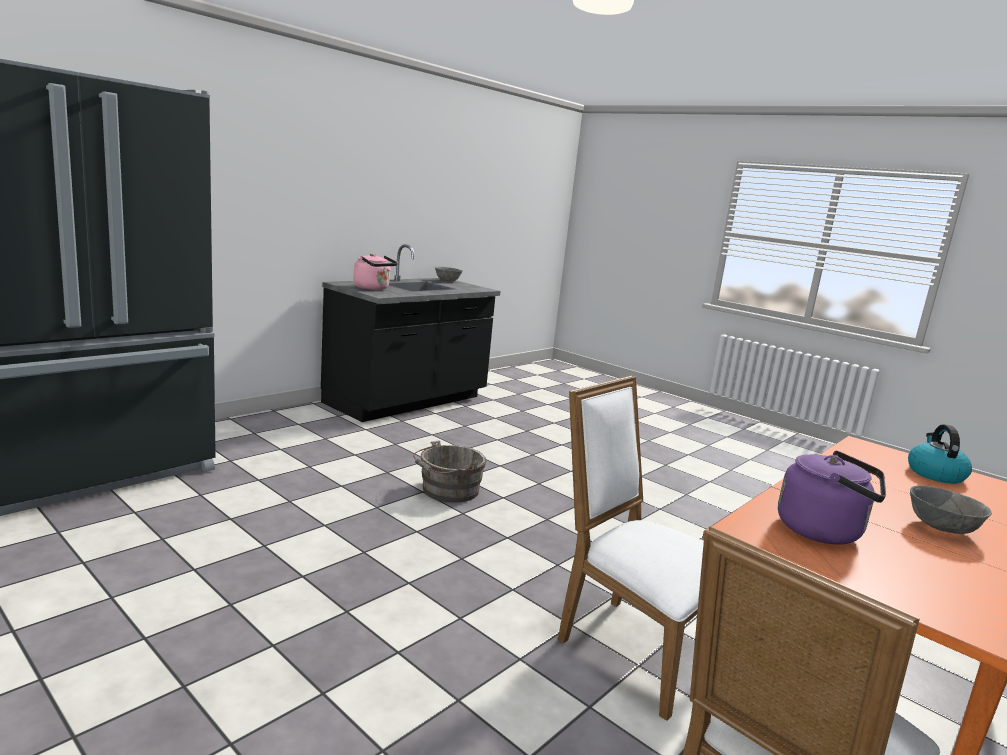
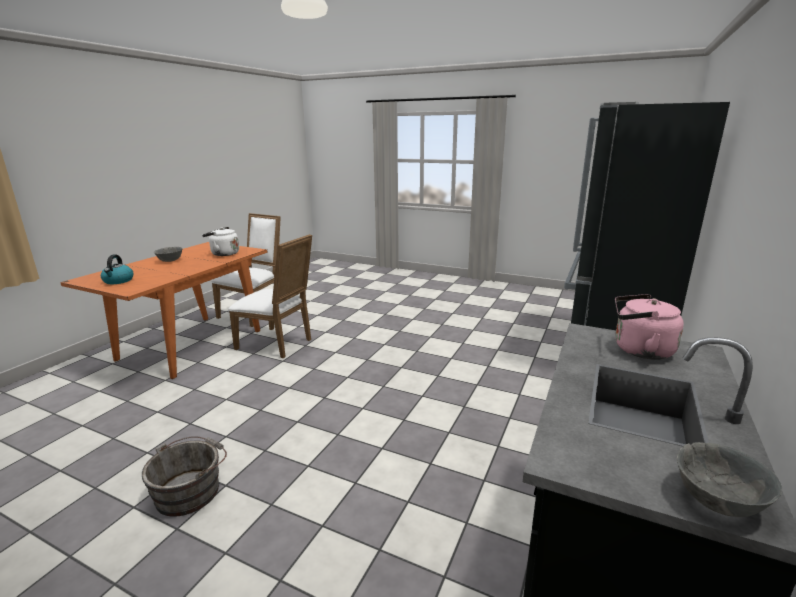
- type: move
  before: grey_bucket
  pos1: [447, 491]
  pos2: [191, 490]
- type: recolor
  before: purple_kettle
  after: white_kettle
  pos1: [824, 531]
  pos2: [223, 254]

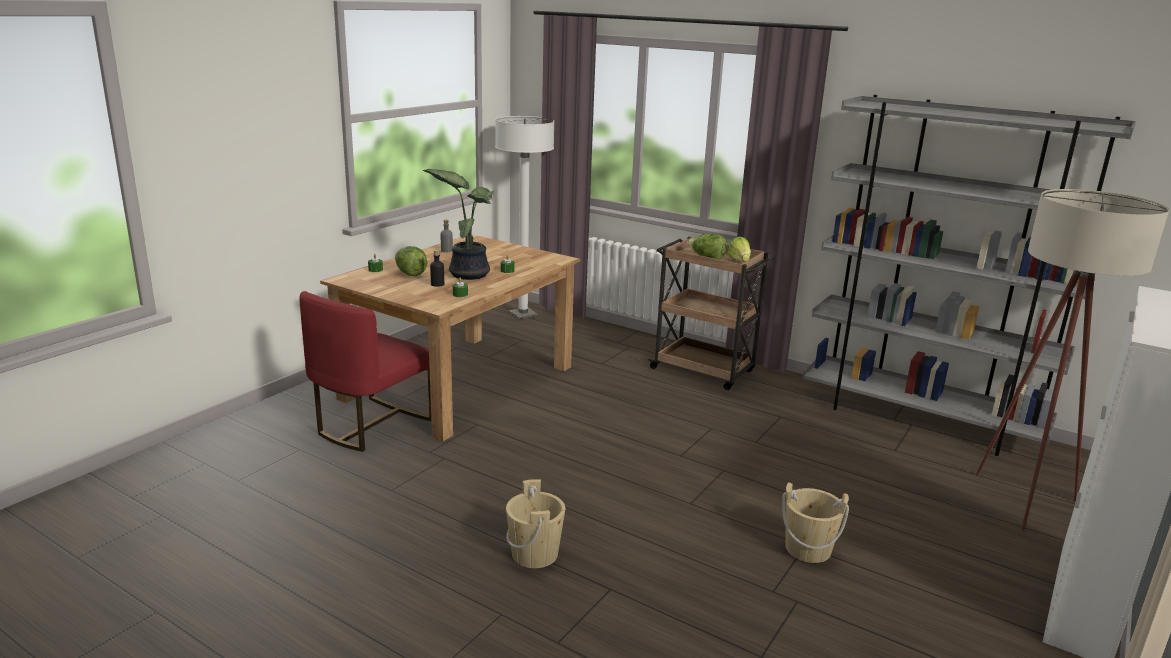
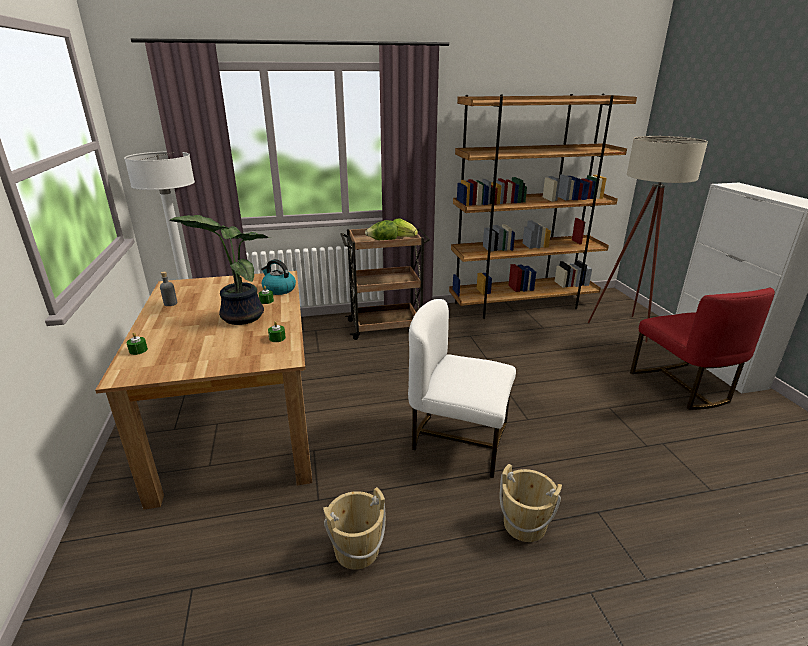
- type: recolor
  before: grey_bookcase
  after: brown_bookcase
  pos1: [920, 419]
  pos2: [522, 305]
- type: delete
  before: lettuce
  pos1: [410, 273]
- type: delete
  before: black_bottle
  pos1: [437, 284]
- type: move
  before: red_chair
  pos1: [371, 425]
  pos2: [682, 386]
- type: move
  before: beige_bucket
  pos1: [808, 549]
  pos2: [357, 550]
- type: insert
  after: kettle
  pos2: [278, 289]
- type: insert
  after: white_chair
  pos2: [459, 440]

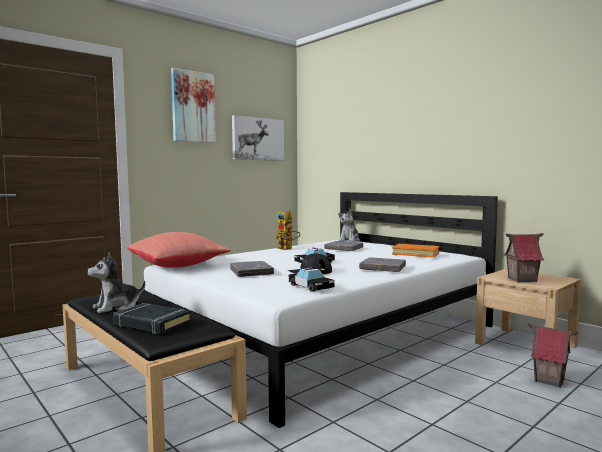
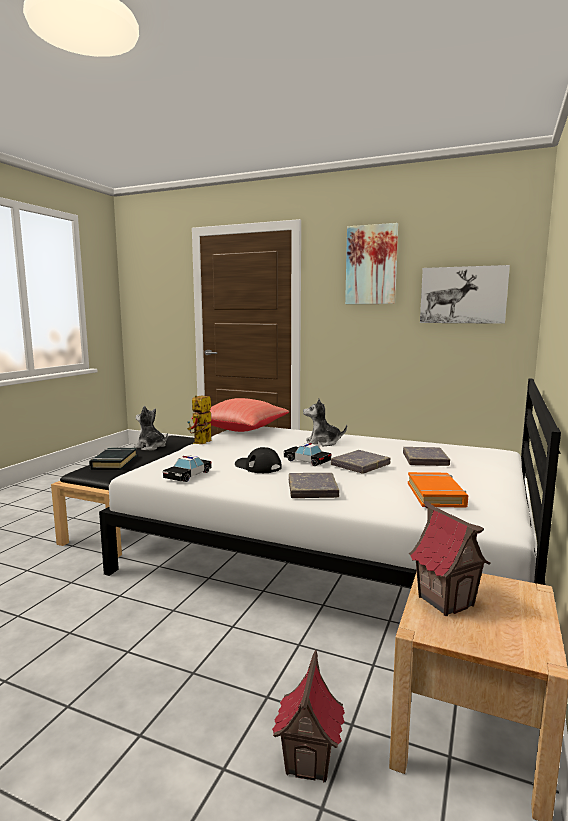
- type: move
  before: plush_toy
  pos1: [349, 241]
  pos2: [322, 443]
- type: move
  before: toy_robot
  pos1: [288, 249]
  pos2: [201, 443]
- type: move
  before: grey_book
  pos1: [251, 272]
  pos2: [360, 465]

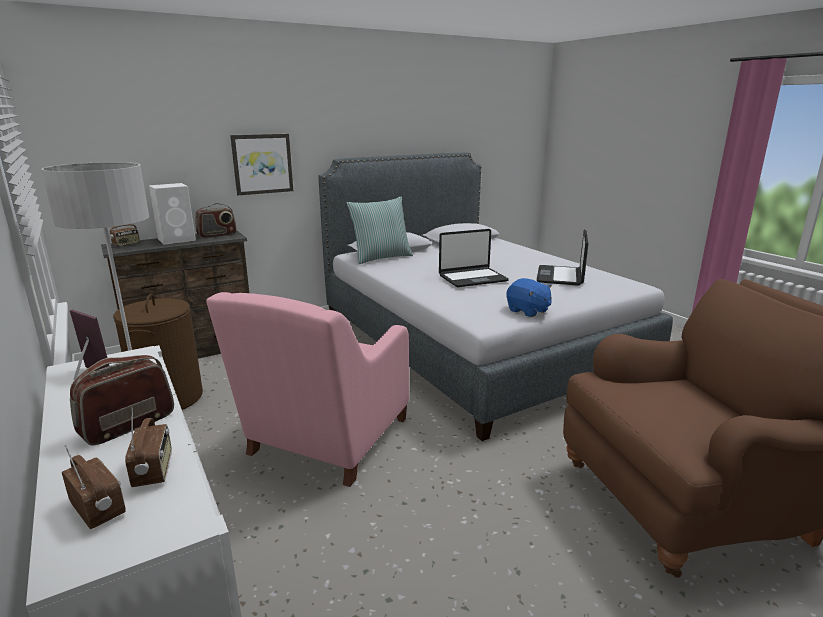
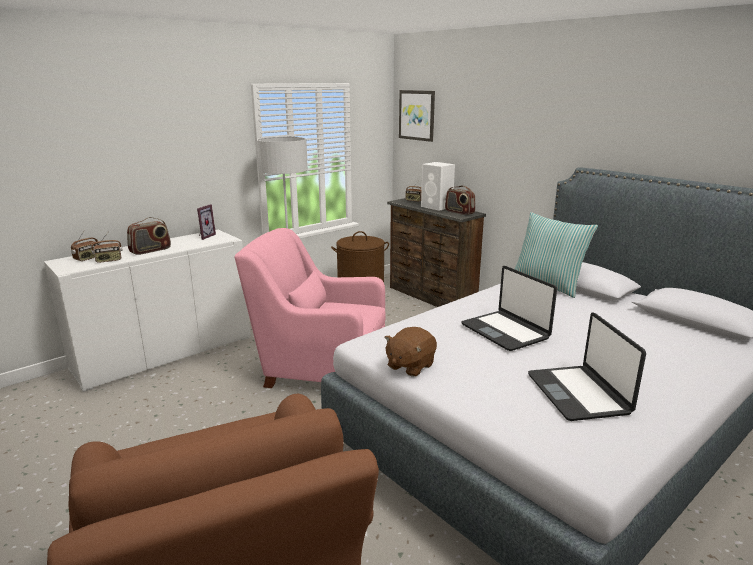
- type: move
  before: picture
  pos1: [262, 164]
  pos2: [417, 115]
- type: rotate
  before: laptop
  pos1: [561, 276]
  pos2: [578, 393]
  turn: -105
- type: recolor
  before: blue_plush_toy
  after: brown_plush_toy
  pos1: [528, 311]
  pos2: [410, 366]
- type: rotate
  before: radio
  pos1: [128, 425]
  pos2: [150, 250]
  turn: 105

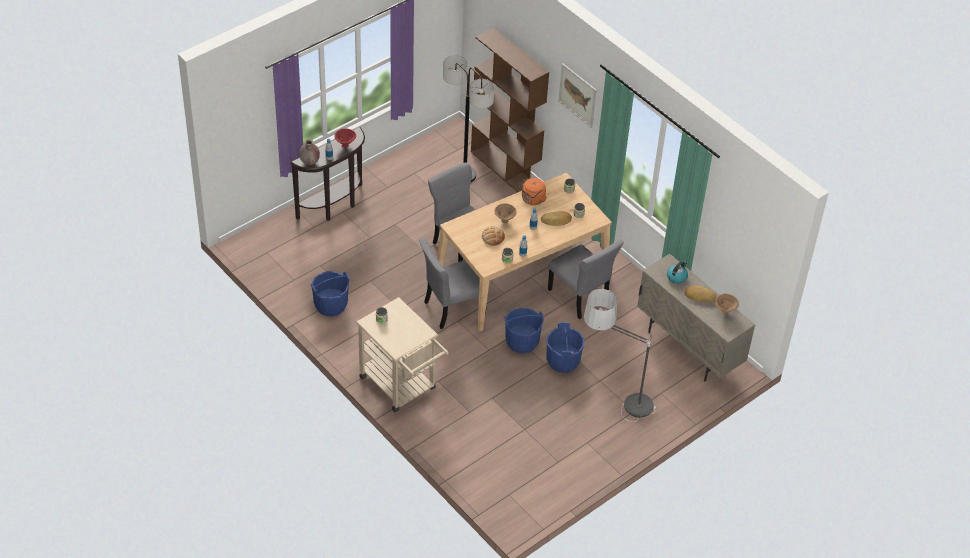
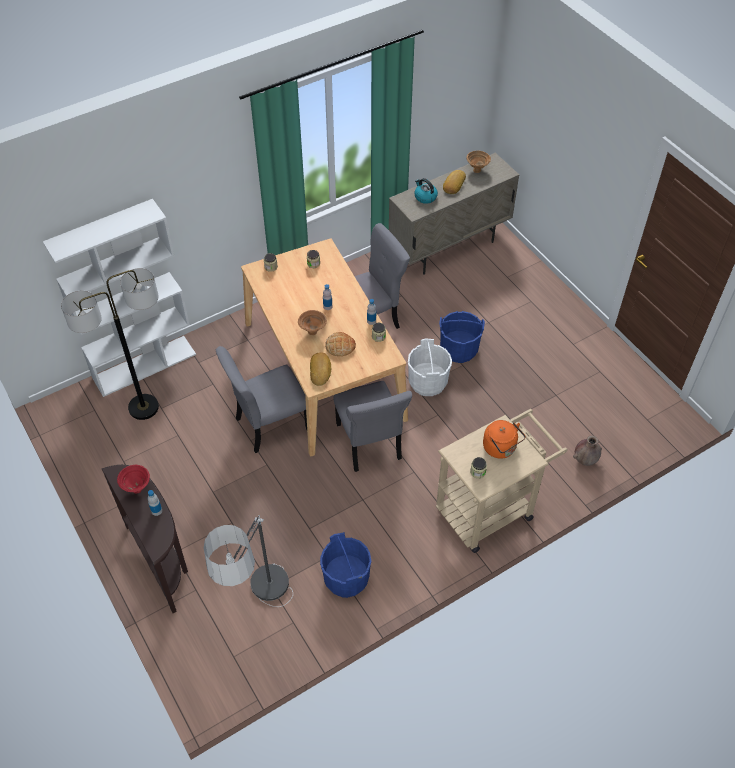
- type: recolor
  before: brown_bookcase
  after: white_bookcase
  pos1: [505, 169]
  pos2: [144, 365]
- type: delete
  before: picture
  pos1: [577, 95]
- type: move
  before: brown_vase
  pos1: [310, 162]
  pos2: [585, 460]
- type: move
  before: orange_kettle
  pos1: [532, 200]
  pos2: [501, 448]
- type: move
  before: bread
  pos1: [556, 220]
  pos2: [320, 370]
- type: move
  before: floor_lamp
  pos1: [614, 405]
  pos2: [261, 612]
- type: recolor
  before: blue_bucket
  after: white_bucket
  pos1: [522, 341]
  pos2: [427, 382]

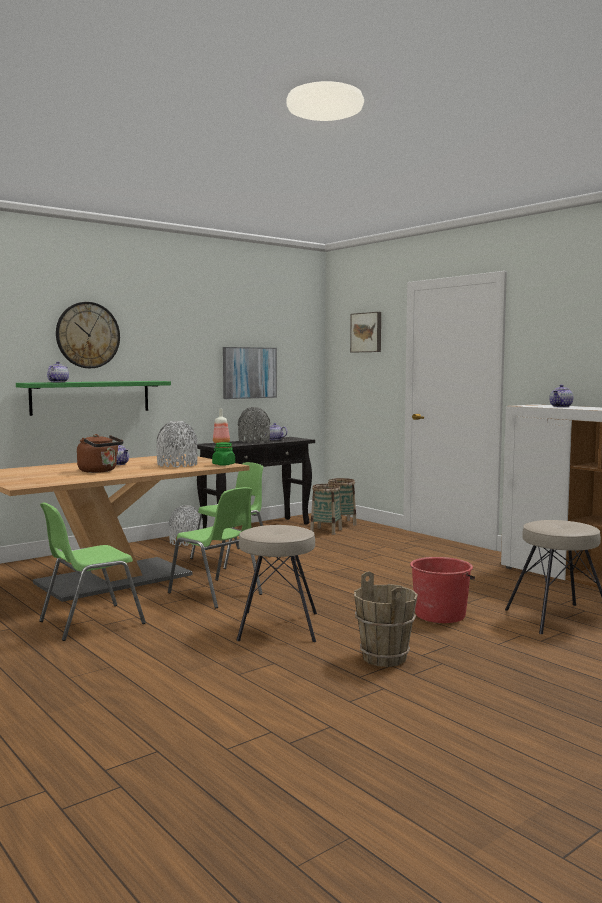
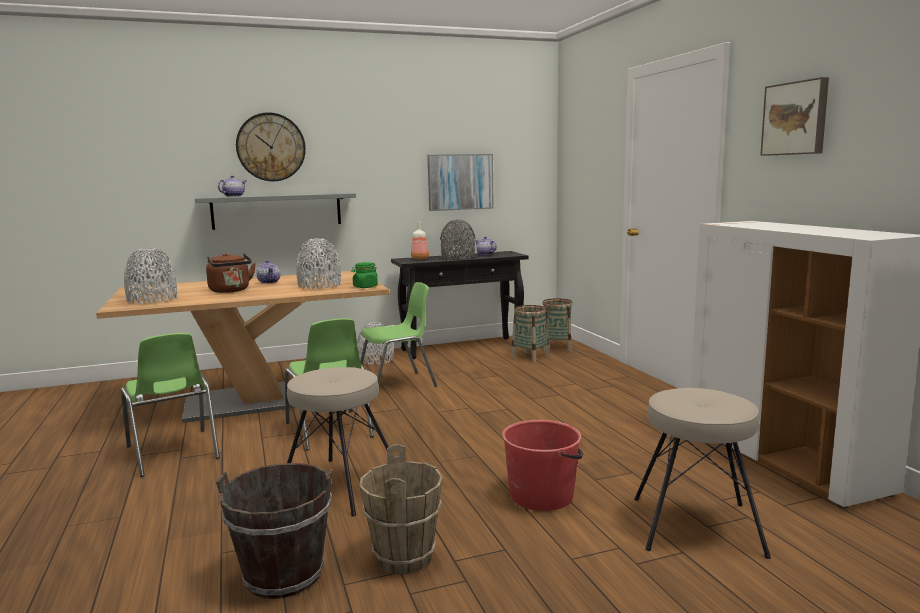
- type: move
  before: picture
  pos1: [367, 332]
  pos2: [796, 118]
- type: recolor
  before: green_shelf
  after: grey_shelf
  pos1: [91, 397]
  pos2: [277, 210]
- type: delete
  before: teapot
  pos1: [561, 406]
- type: rotate
  before: green_chair
  pos1: [89, 622]
  pos2: [173, 453]
  turn: -105
- type: insert
  after: grey_vase
  pos2: [152, 299]
- type: insert
  after: brown_bucket
  pos2: [284, 575]

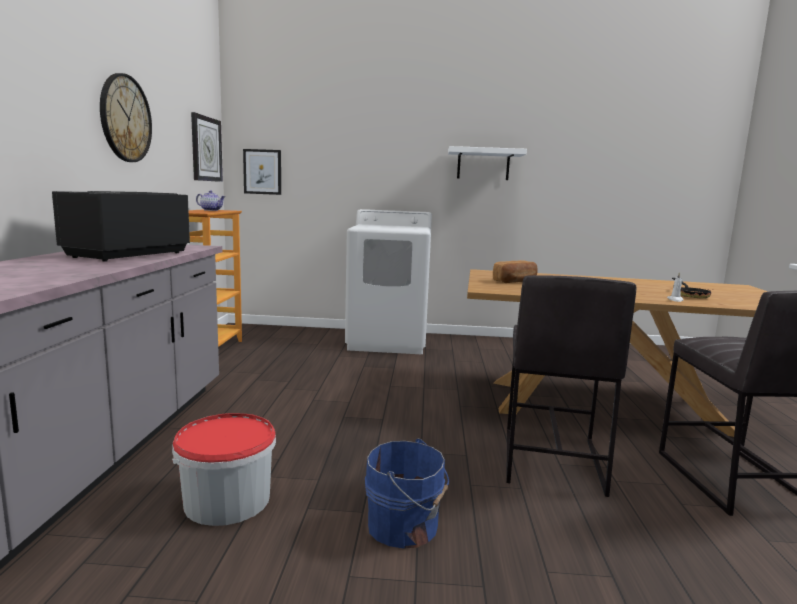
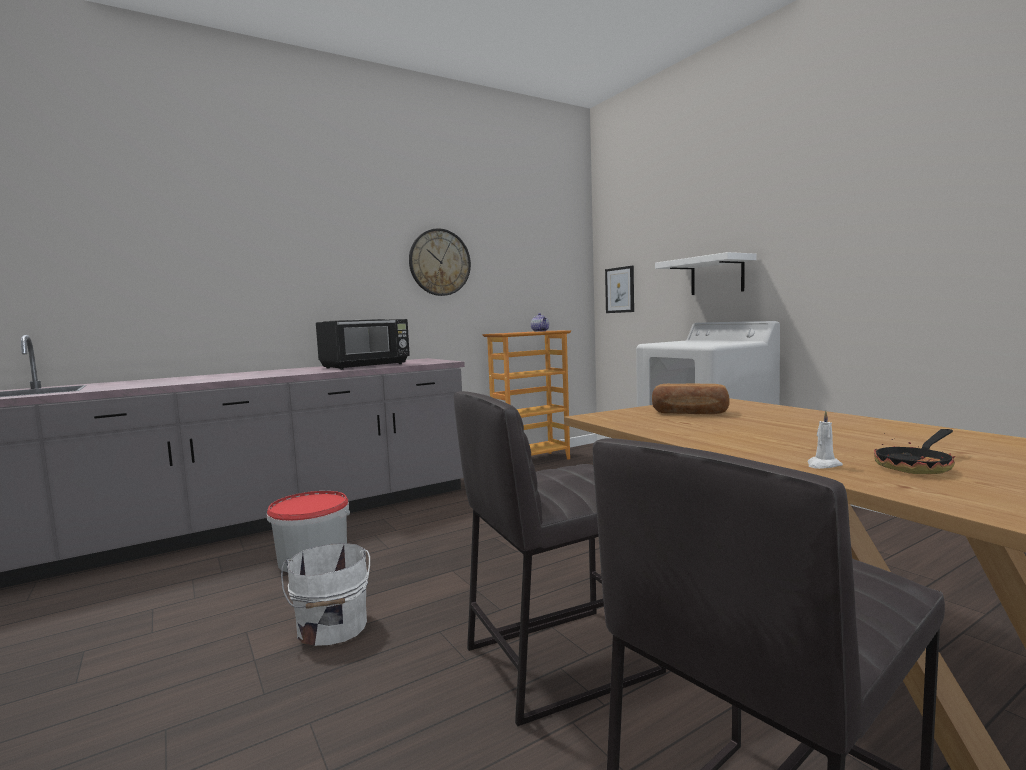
- type: delete
  before: wall_clock
  pos1: [206, 149]
- type: move
  before: white_shelf
  pos1: [483, 164]
  pos2: [717, 276]
- type: rotate
  before: black_microwave
  pos1: [126, 255]
  pos2: [366, 366]
  turn: 150
- type: recolor
  before: blue_bucket
  after: white_bucket
  pos1: [406, 527]
  pos2: [331, 628]

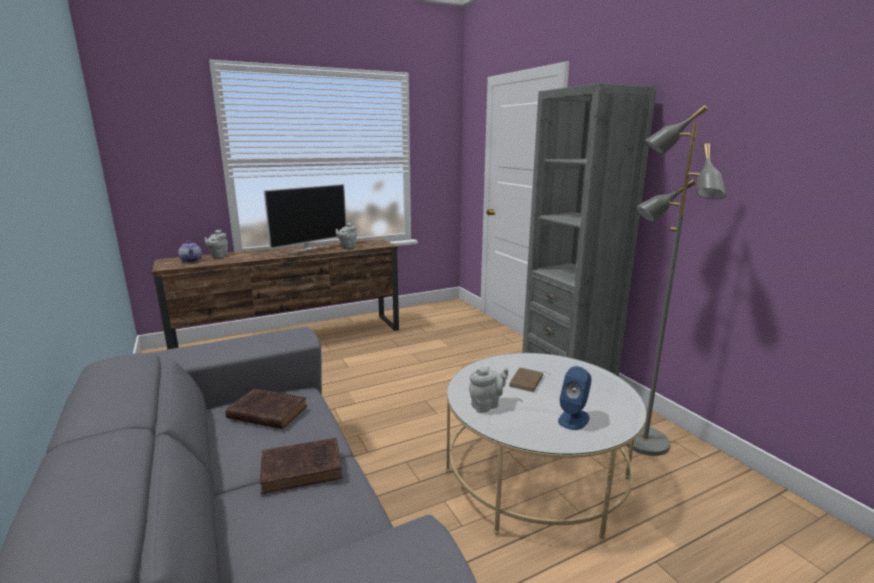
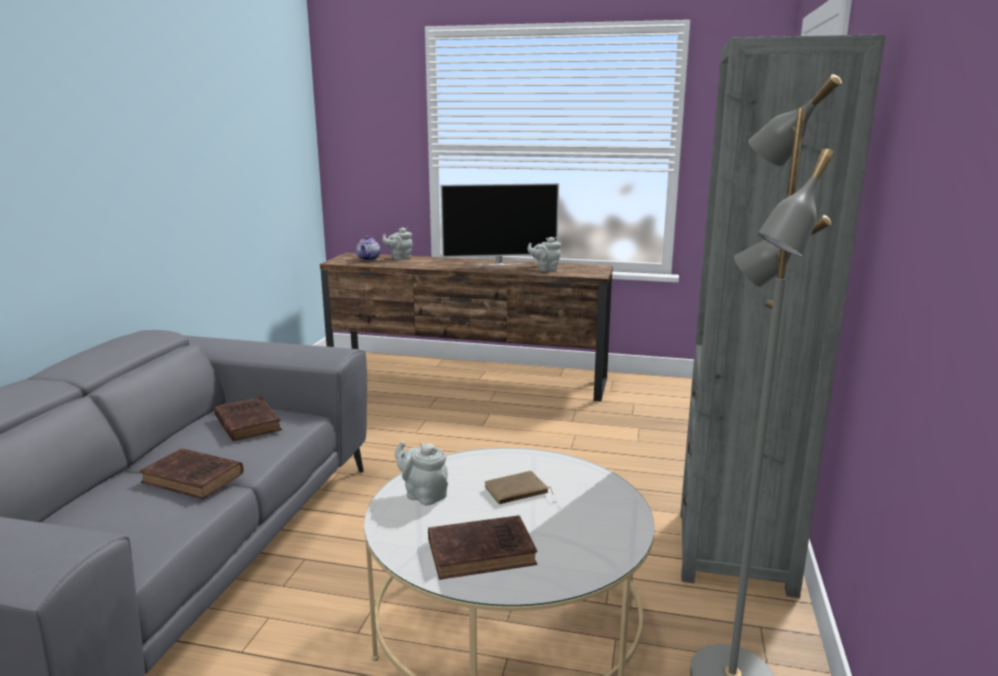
- type: rotate
  before: grey_teapot
  pos1: [487, 405]
  pos2: [423, 495]
  turn: -150
- type: replace
  before: blue_speaker
  after: brown_book
  pos1: [574, 419]
  pos2: [484, 552]

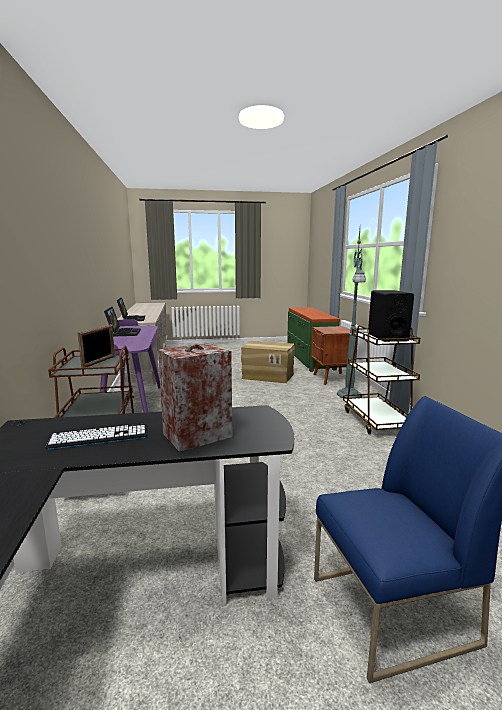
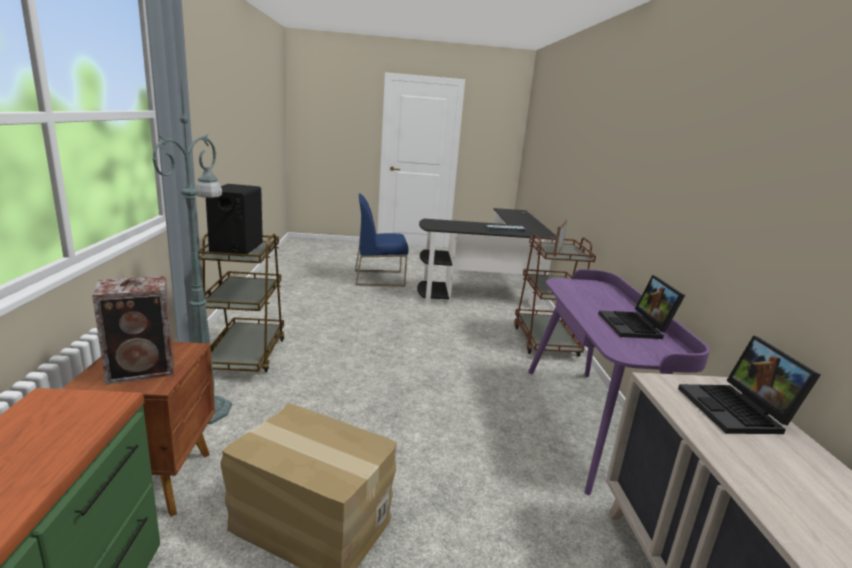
- type: move
  before: speaker
  pos1: [195, 436]
  pos2: [144, 369]

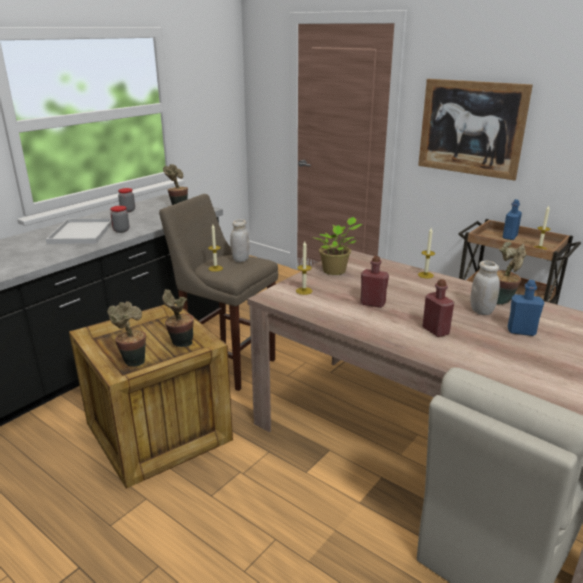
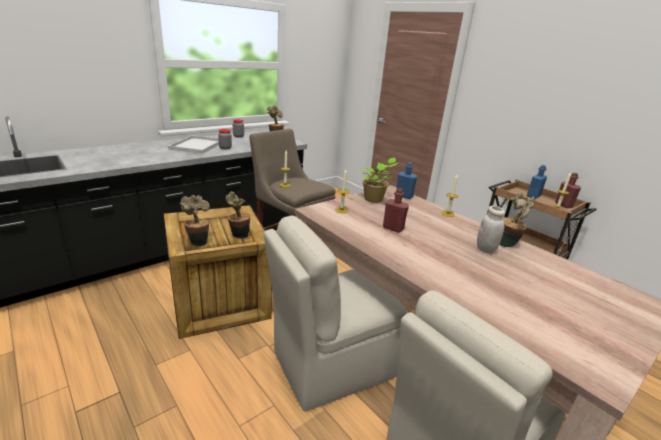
- type: delete
  before: picture
  pos1: [471, 128]
- type: delete
  before: white_jar
  pos1: [240, 259]
- type: move
  before: red_bottle
  pos1: [435, 331]
  pos2: [563, 205]
- type: move
  before: blue_bottle
  pos1: [521, 331]
  pos2: [404, 196]
- type: insert
  after: beige_chair
  pos2: [330, 365]

